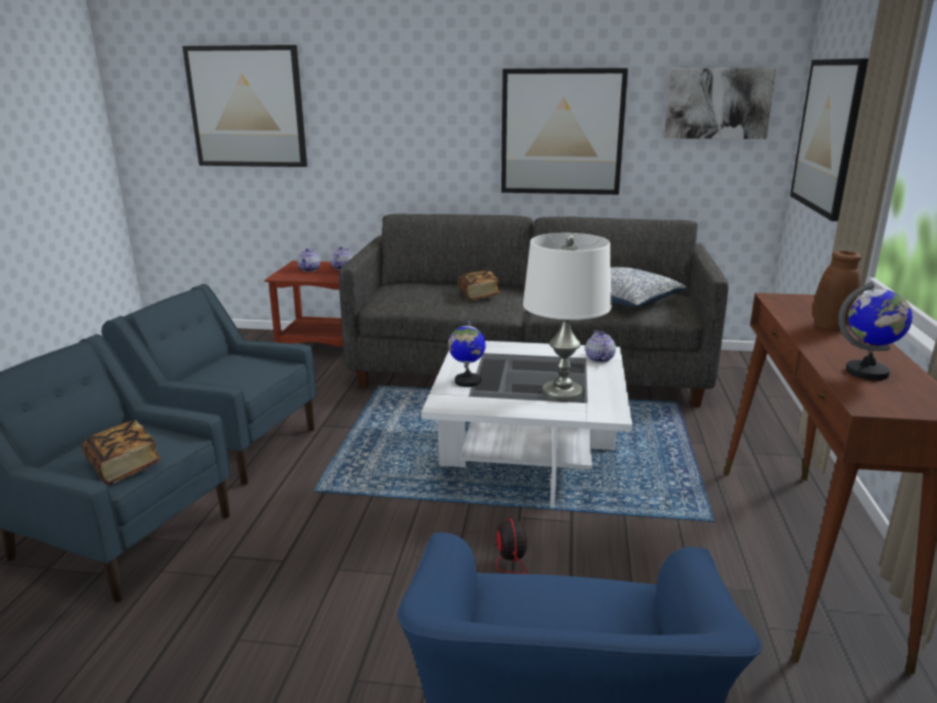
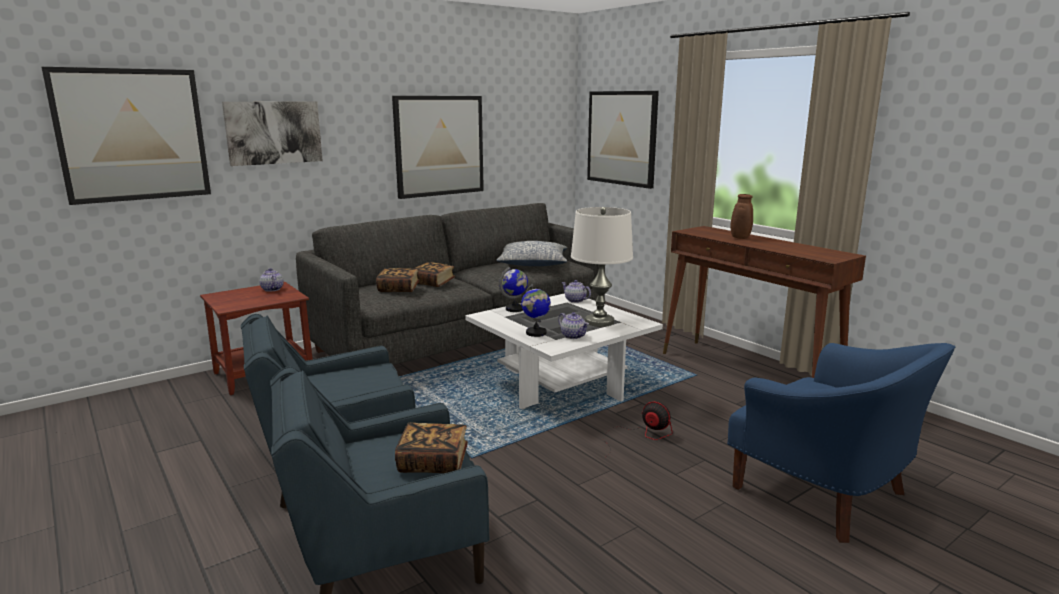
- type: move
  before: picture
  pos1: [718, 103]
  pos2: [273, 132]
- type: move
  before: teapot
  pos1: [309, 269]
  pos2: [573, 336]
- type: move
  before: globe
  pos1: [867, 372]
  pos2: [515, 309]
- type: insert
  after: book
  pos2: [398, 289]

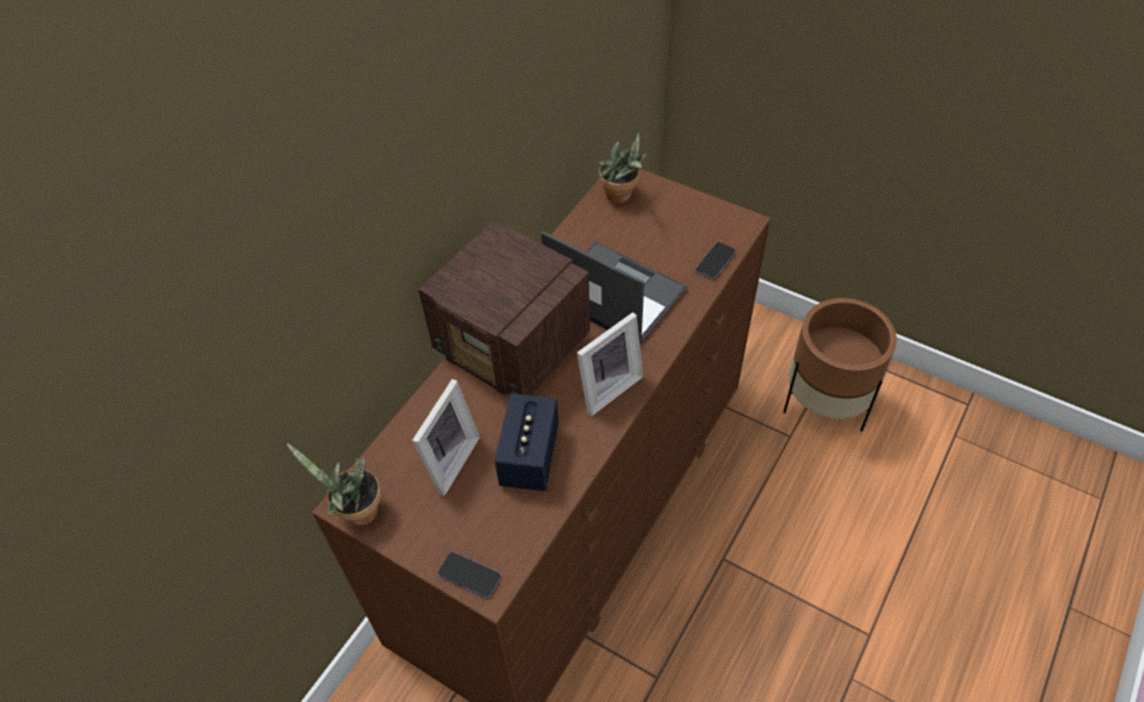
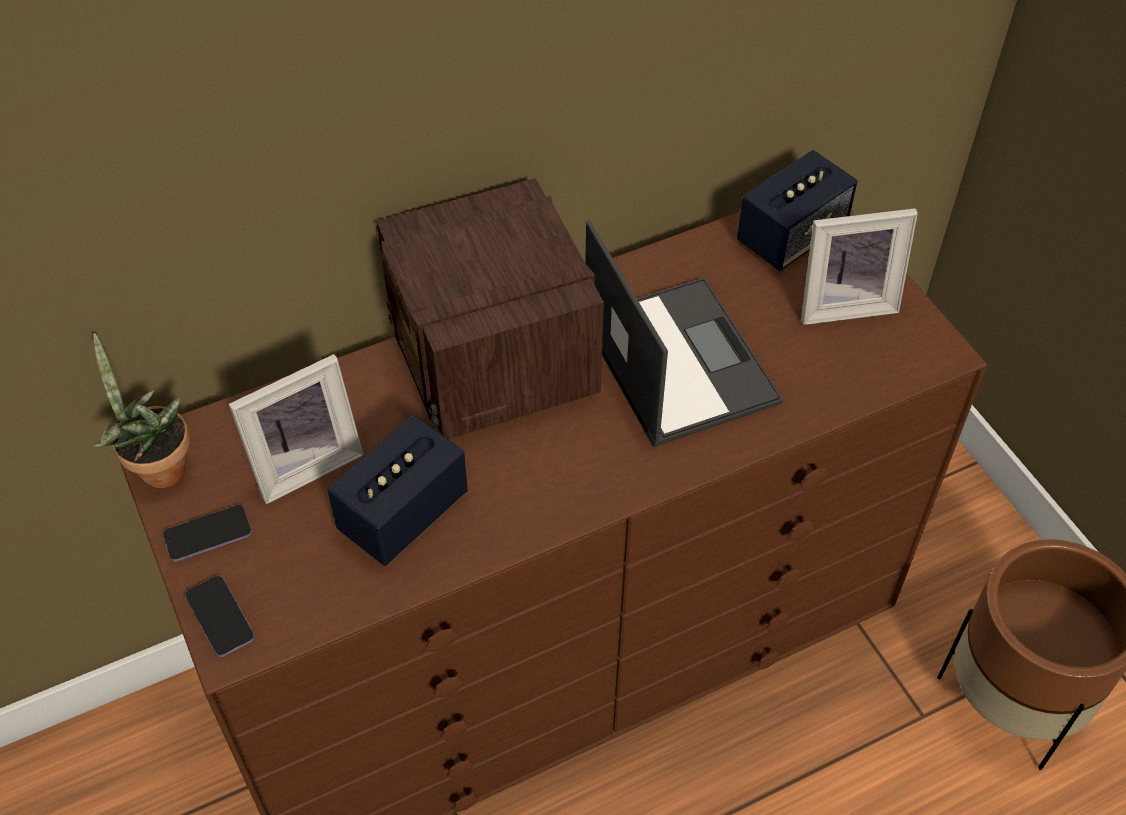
- type: replace
  before: potted_plant
  after: speaker
  pos1: [622, 197]
  pos2: [791, 236]
- type: move
  before: phone
  pos1: [715, 262]
  pos2: [208, 535]
- type: move
  before: picture_frame
  pos1: [606, 387]
  pos2: [844, 303]

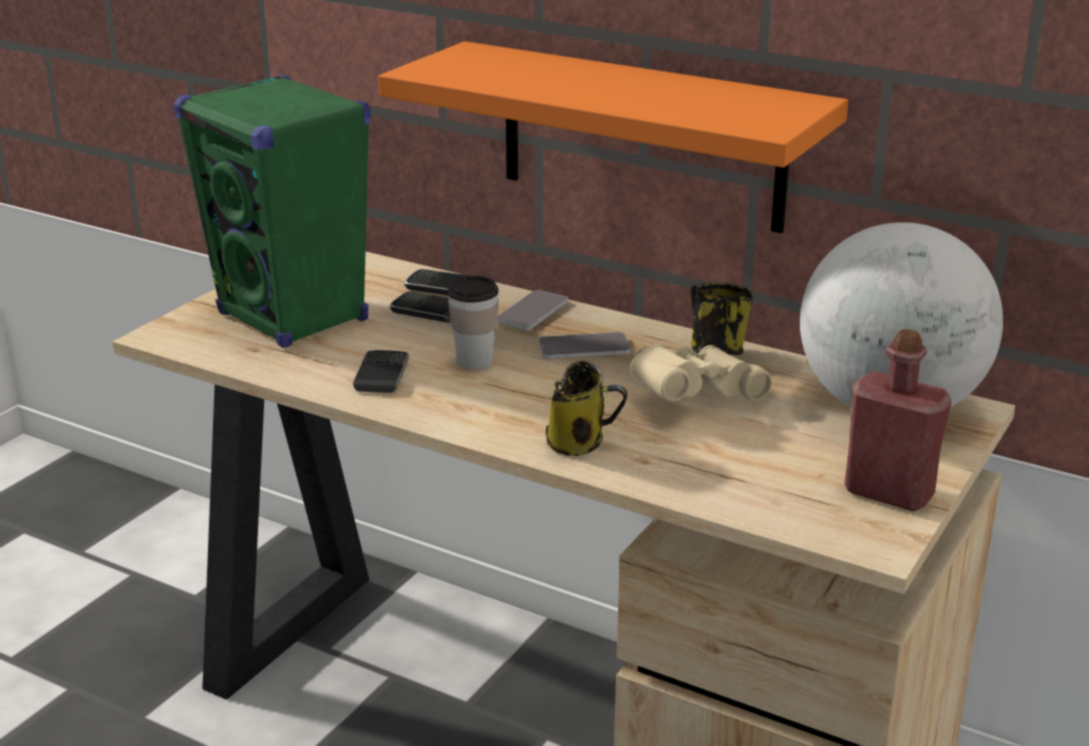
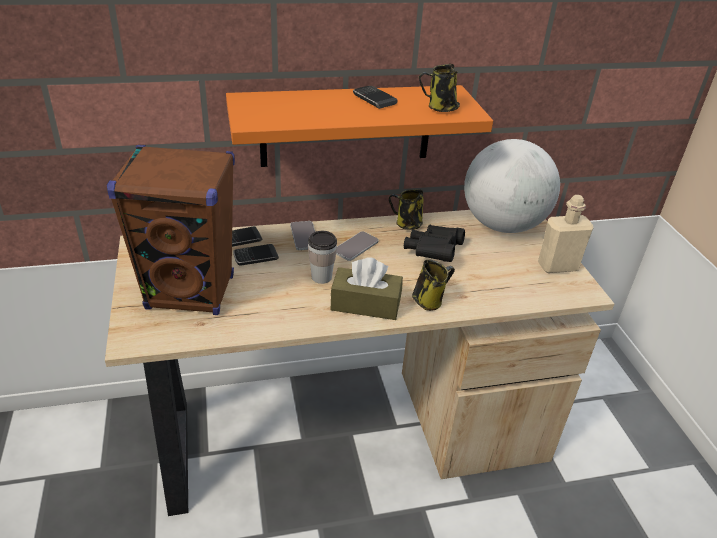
- type: recolor
  before: green_speaker
  after: brown_speaker
  pos1: [293, 318]
  pos2: [191, 293]
- type: recolor
  before: red_bottle
  after: beige_bottle
  pos1: [888, 493]
  pos2: [557, 266]
- type: recolor
  before: beige_binoculars
  after: black_binoculars
  pos1: [691, 396]
  pos2: [433, 253]
- type: move
  before: phone
  pos1: [381, 376]
  pos2: [374, 99]
- type: insert
  after: mug
  pos2: [440, 108]
- type: insert
  after: brown_tissue_box
  pos2: [365, 304]

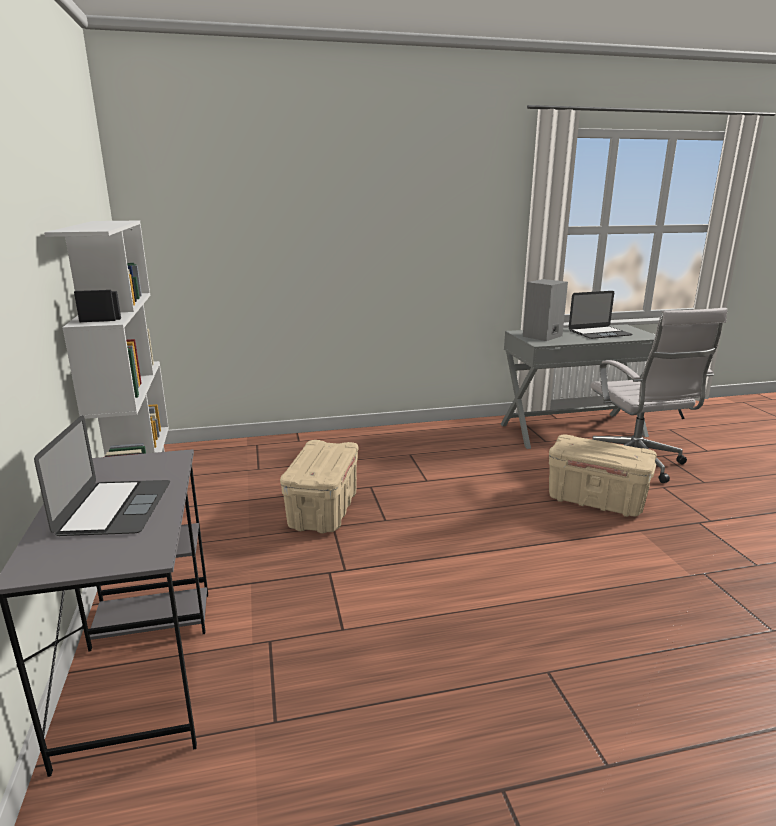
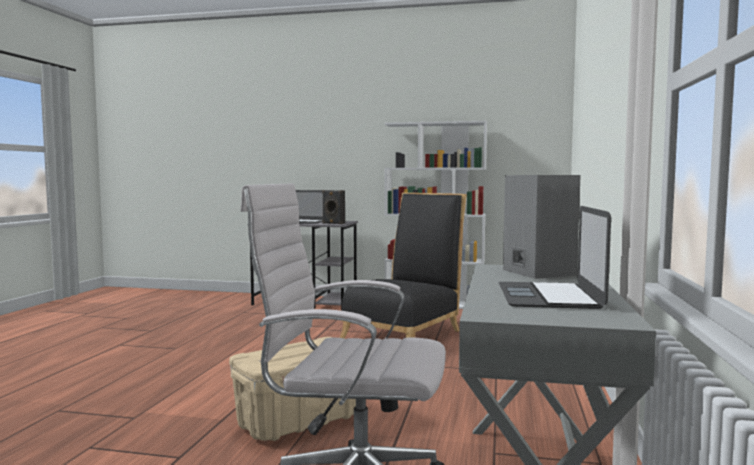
- type: replace
  before: beige_storage_box
  after: black_chair
  pos1: [323, 510]
  pos2: [405, 333]
- type: insert
  after: black_speaker
  pos2: [333, 223]

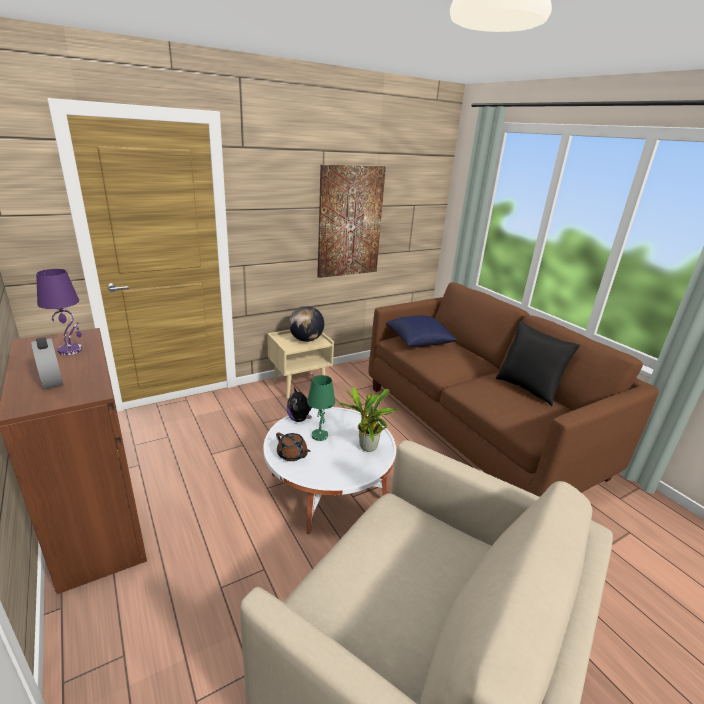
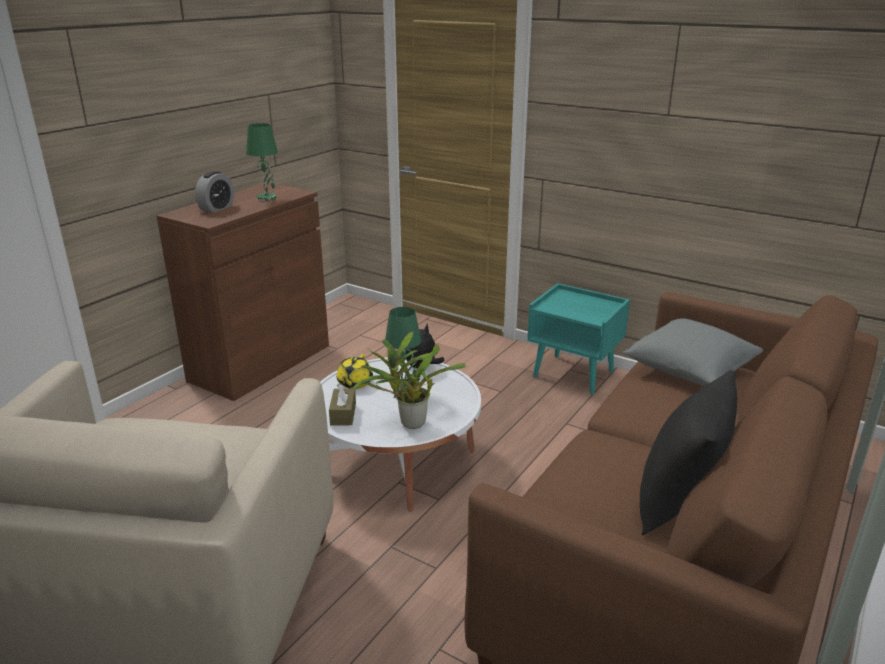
- type: delete
  before: picture
  pos1: [350, 222]
- type: recolor
  before: purple_table_lamp
  after: green_table_lamp
  pos1: [70, 350]
  pos2: [267, 198]
- type: delete
  before: globe
  pos1: [306, 340]
- type: recolor
  before: blue_pillow
  after: grey_pillow
  pos1: [418, 341]
  pos2: [688, 370]
- type: recolor
  before: beige_nightstand
  after: turquoise_nightstand
  pos1: [300, 384]
  pos2: [574, 374]
- type: recolor
  before: brown_teapot
  after: yellow_teapot
  pos1: [292, 455]
  pos2: [354, 383]
- type: insert
  after: brown_tissue_box
  pos2: [343, 414]

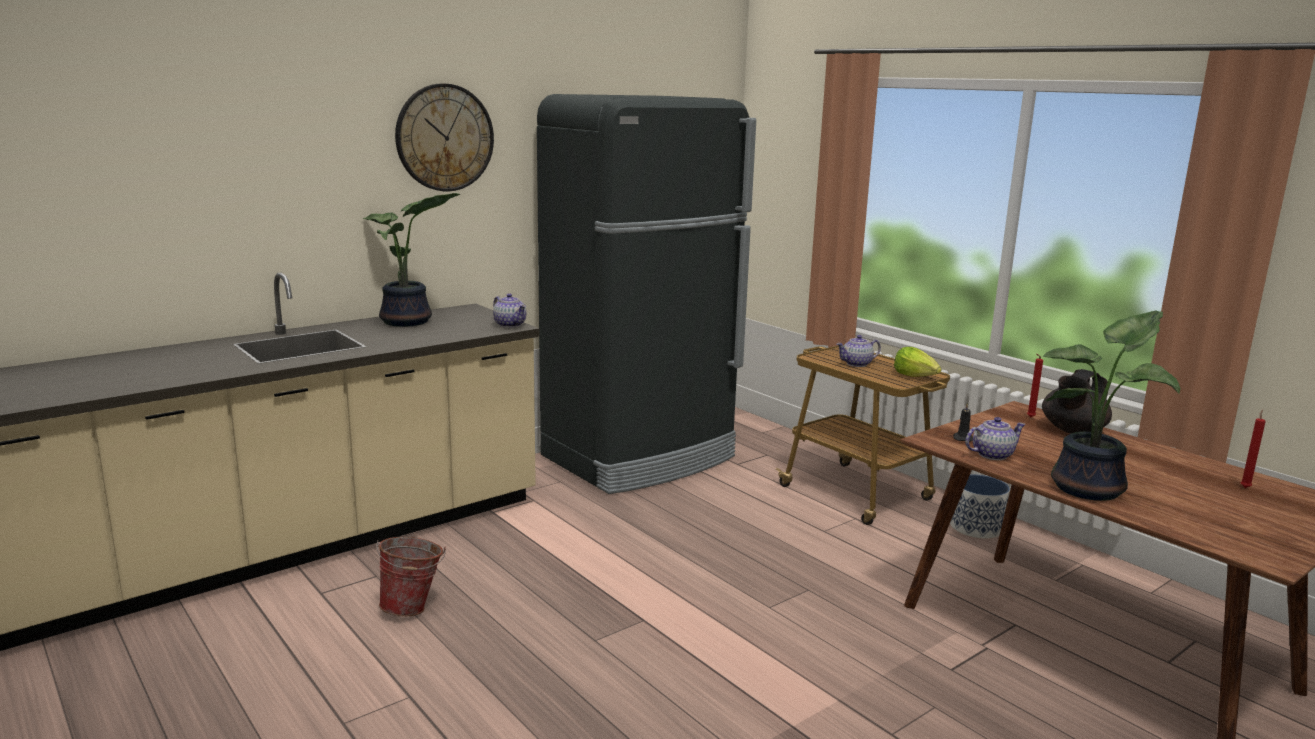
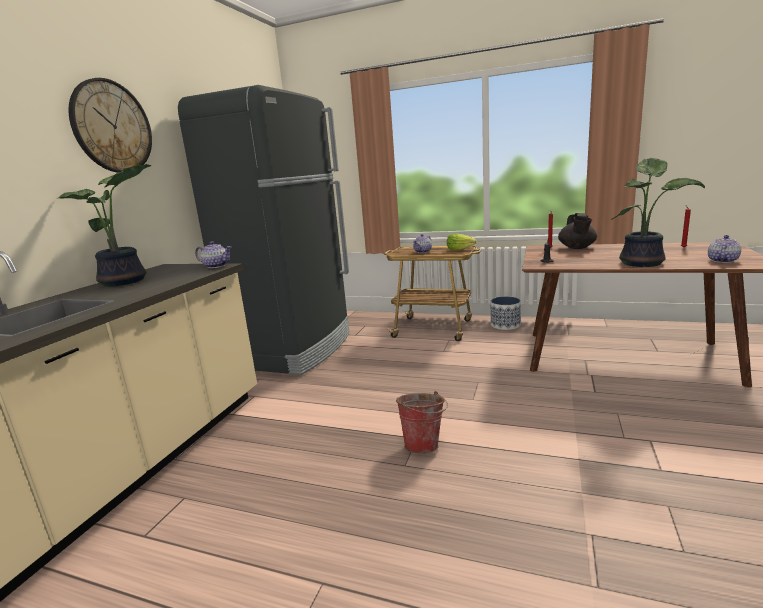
- type: move
  before: teapot
  pos1: [991, 455]
  pos2: [722, 261]
- type: move
  before: bucket
  pos1: [413, 608]
  pos2: [424, 444]

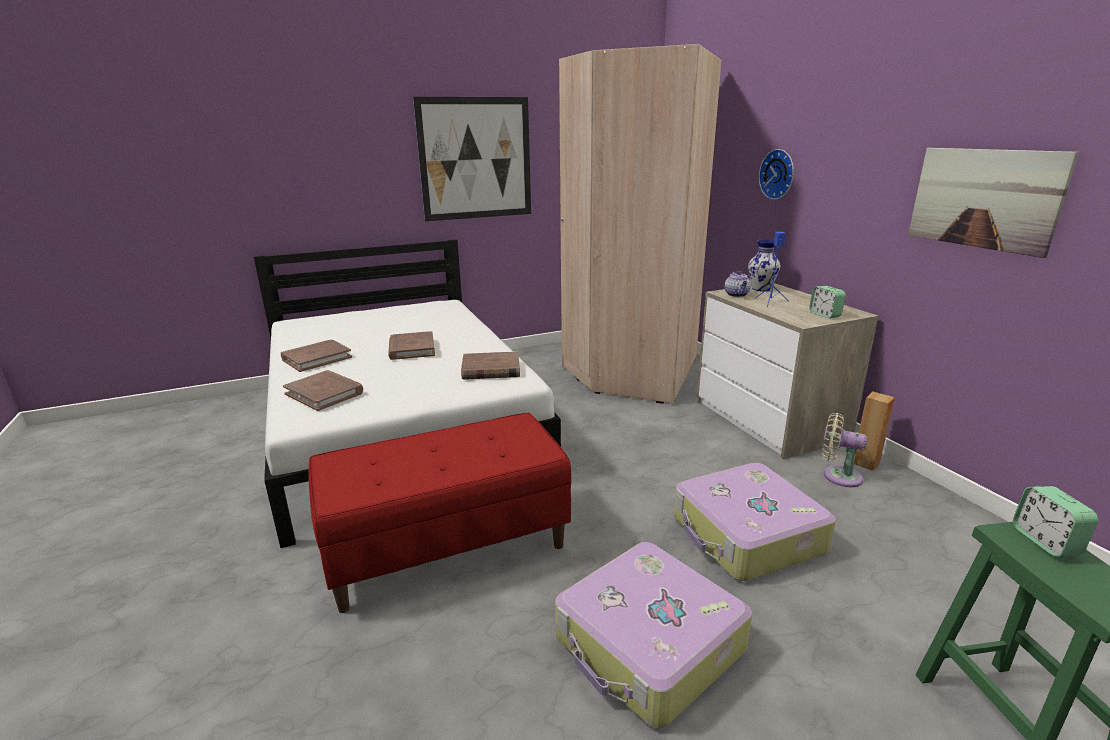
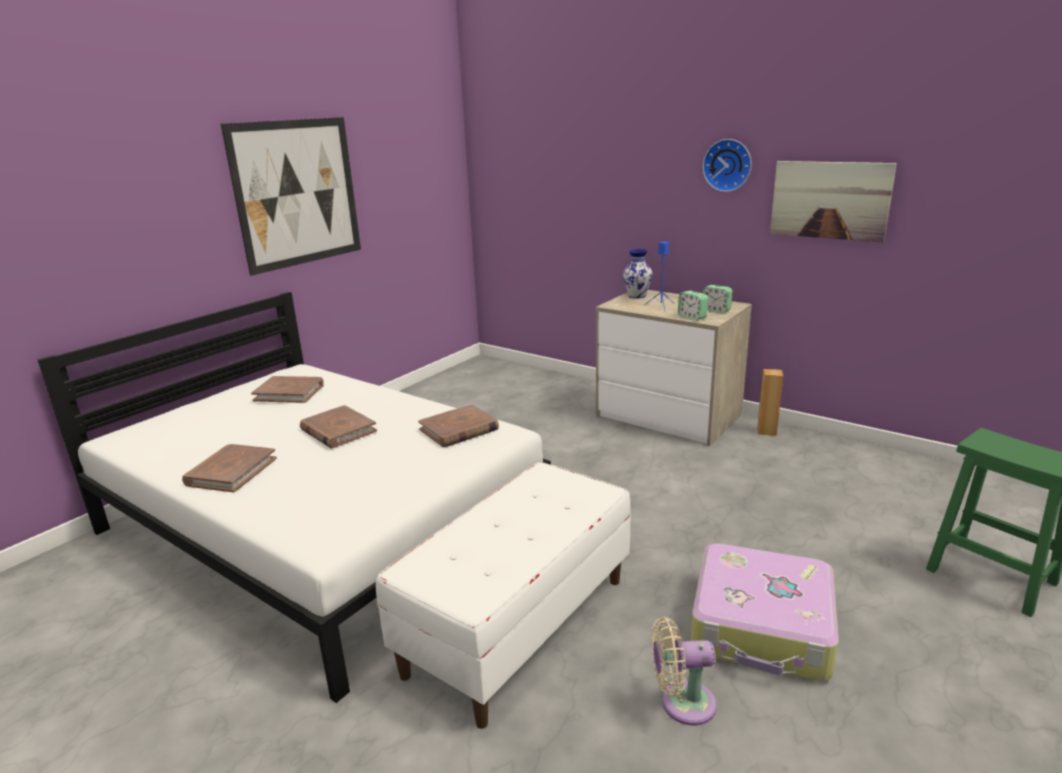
- type: delete
  before: beige_wardrobe
  pos1: [628, 369]
- type: move
  before: wall_clock
  pos1: [778, 174]
  pos2: [728, 165]
- type: delete
  before: teapot
  pos1: [737, 295]
- type: move
  before: brown_book
  pos1: [324, 393]
  pos2: [289, 392]
- type: recolor
  before: red_bench
  after: white_bench
  pos1: [448, 547]
  pos2: [518, 625]
- type: move
  before: beige_fan
  pos1: [838, 476]
  pos2: [682, 703]
- type: delete
  before: suitcase
  pos1: [746, 535]
- type: move
  before: alarm_clock
  pos1: [1045, 541]
  pos2: [692, 317]

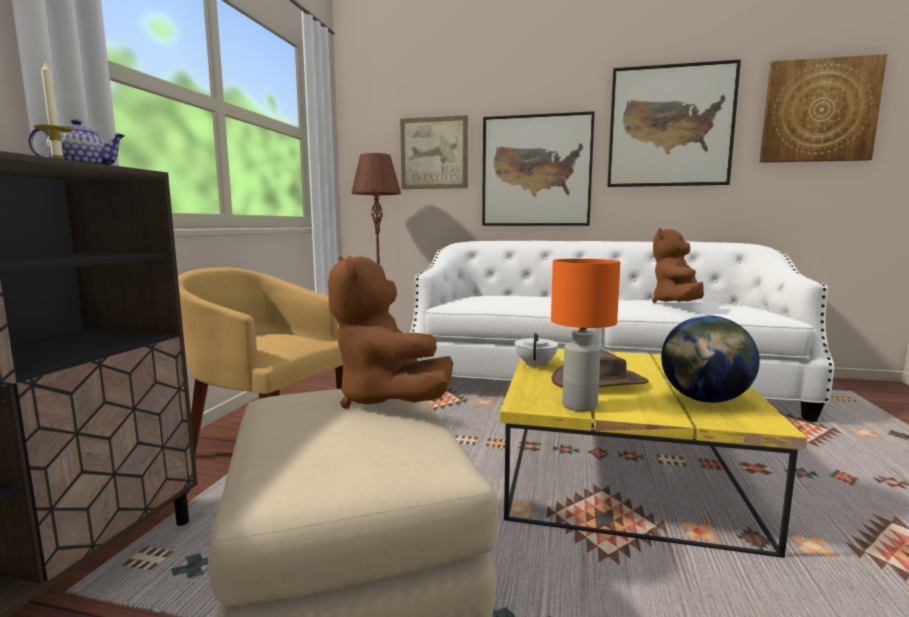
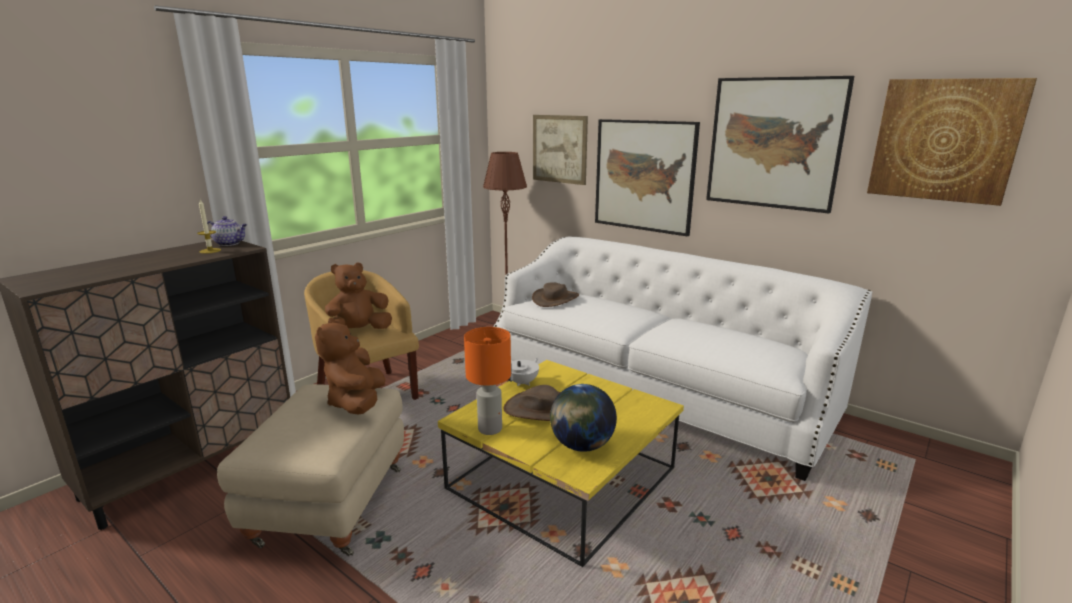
- type: move
  before: brown_plush_toy
  pos1: [677, 304]
  pos2: [358, 331]
- type: insert
  after: brown_hat
  pos2: [555, 299]

